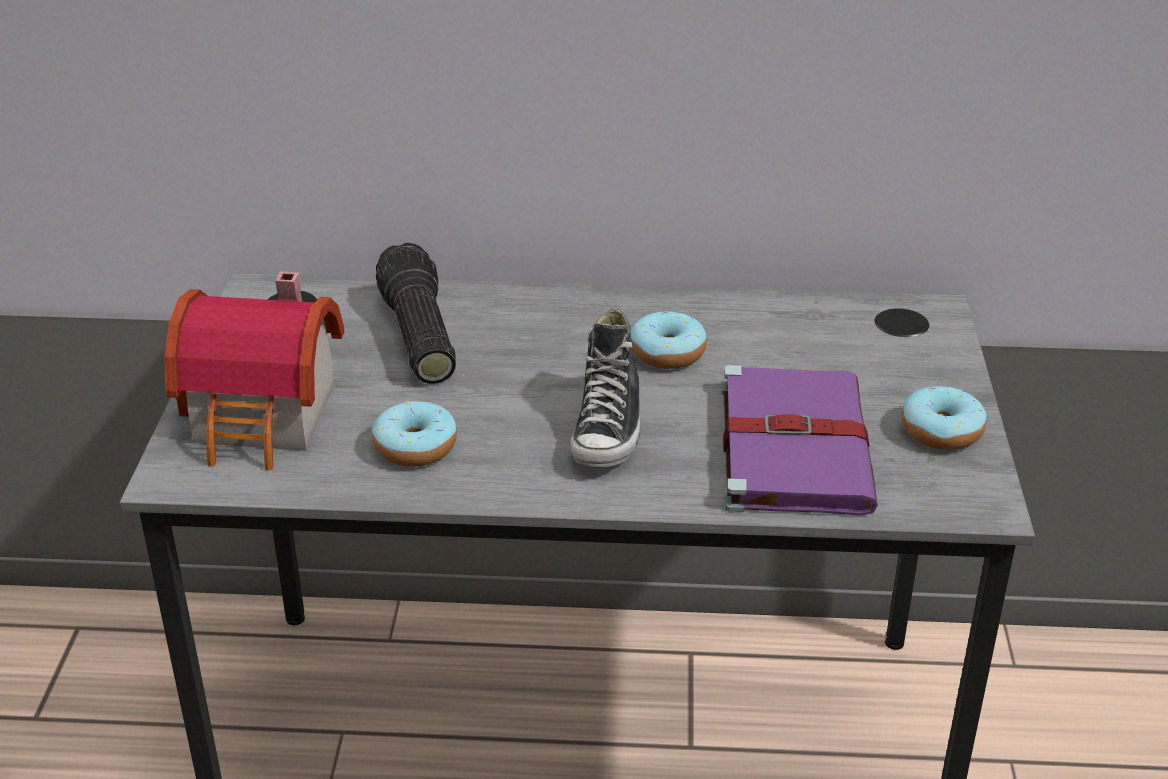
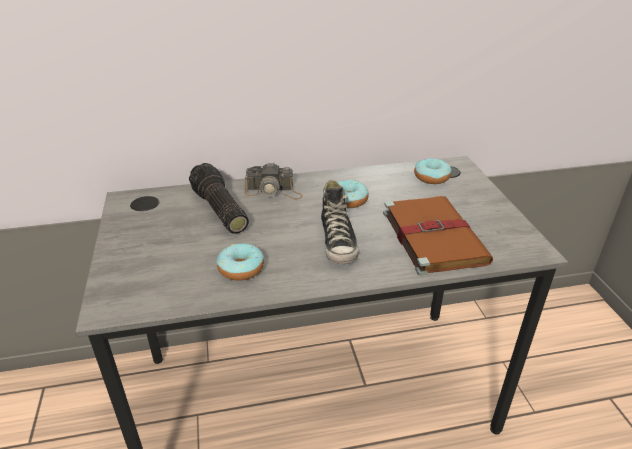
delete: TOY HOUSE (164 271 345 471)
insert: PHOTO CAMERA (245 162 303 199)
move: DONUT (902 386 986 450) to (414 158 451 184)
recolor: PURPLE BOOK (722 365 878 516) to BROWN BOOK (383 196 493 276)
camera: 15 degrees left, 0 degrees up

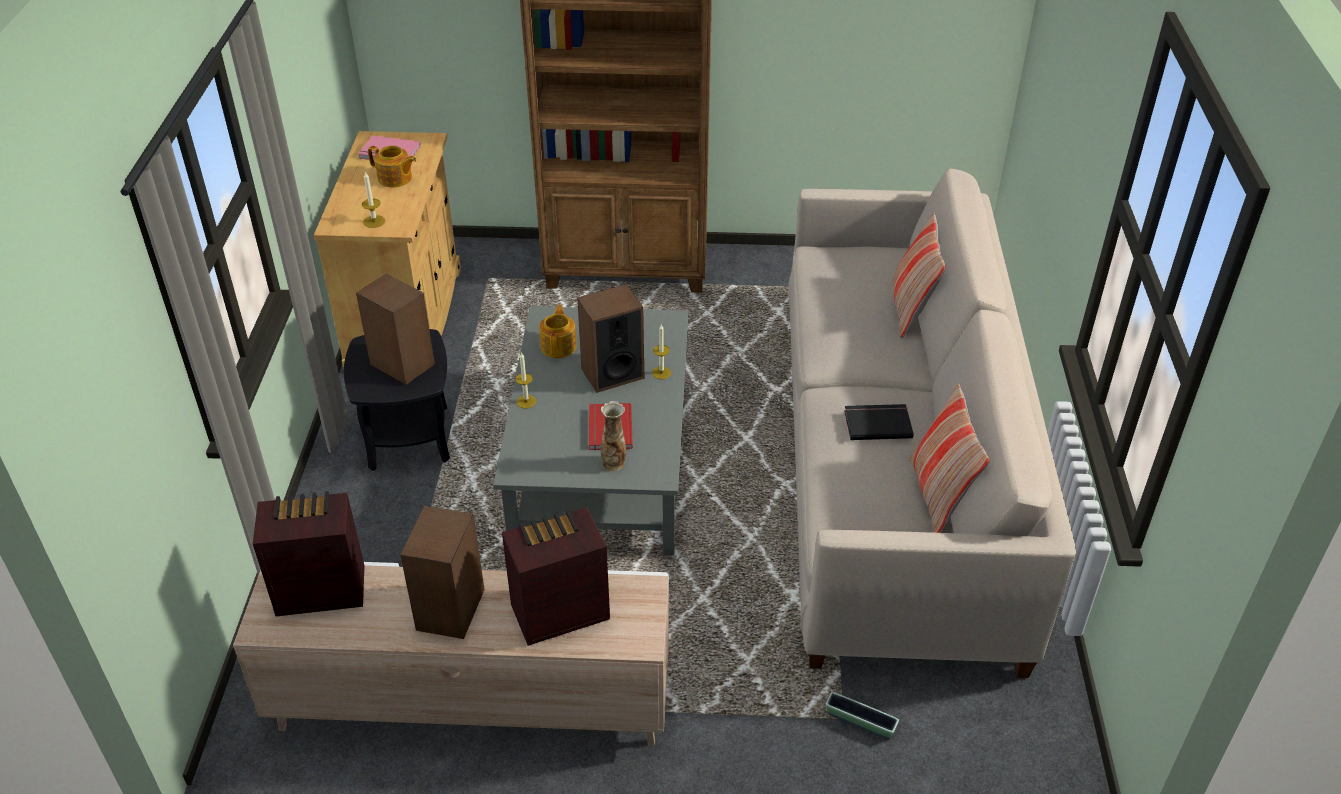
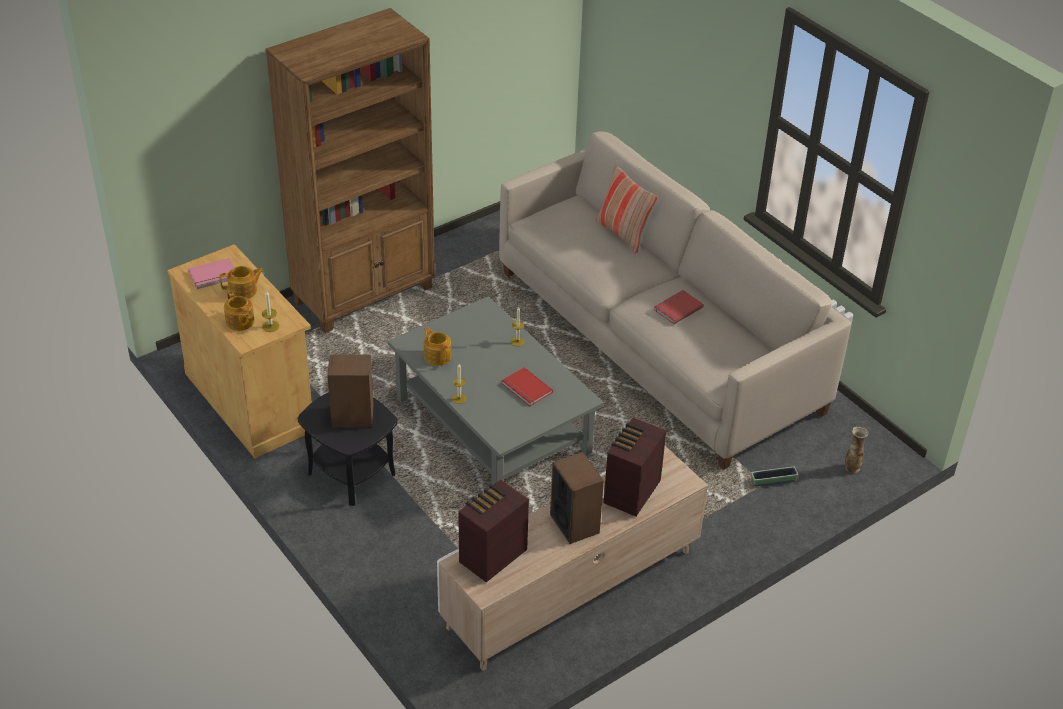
delete: SPEAKER (577 284 644 393); PILLOW (910 384 990 533)
insert: TEAPOT (224 291 255 331)
move: VASE (601 401 626 471) to (845 427 868 473)
recolor: BLACK BOOK (844 404 914 440) to RED BOOK (654 290 704 324)
camera: 40 degrees left, 0 degrees up

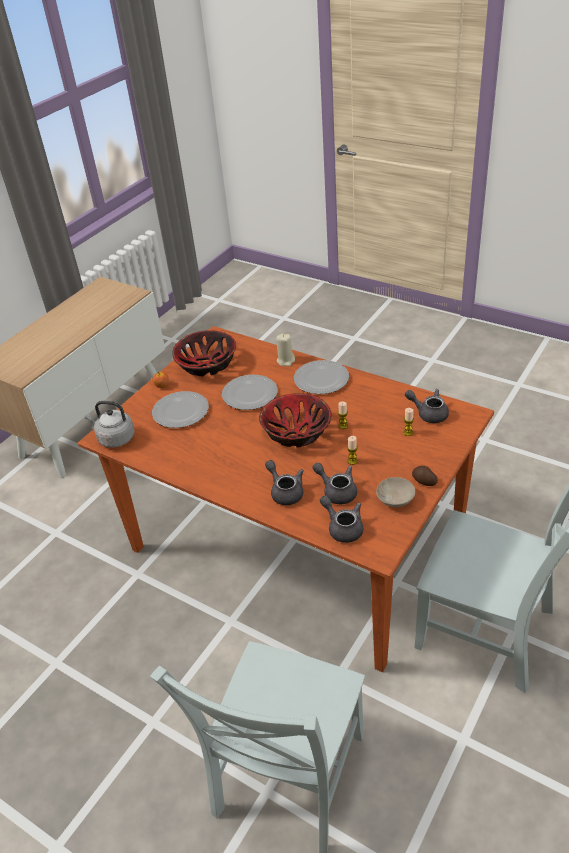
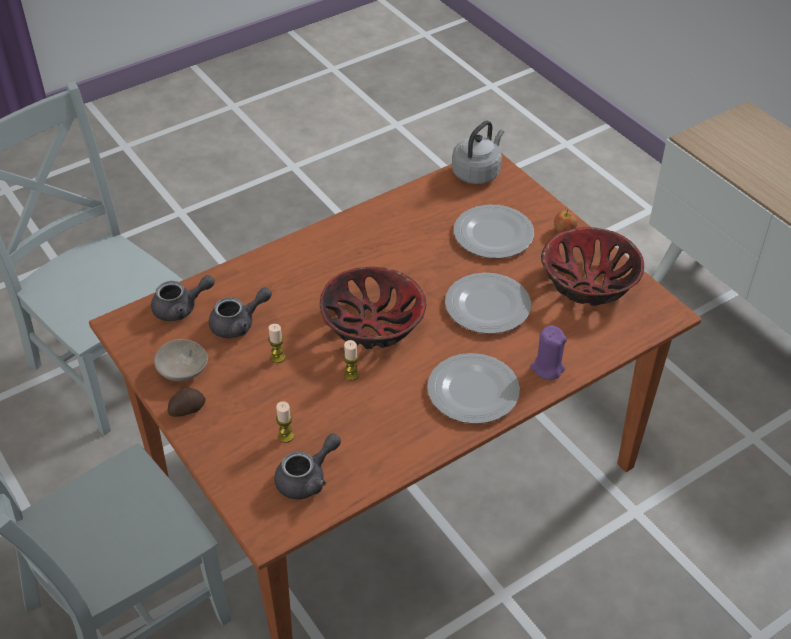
delete: GREY TEAPOT (265 460 304 505)
recolor: BEIGE CANDLE (276 334 295 366) to PURPLE CANDLE (530 325 567 380)
camera: 110 degrees right, 5 degrees up

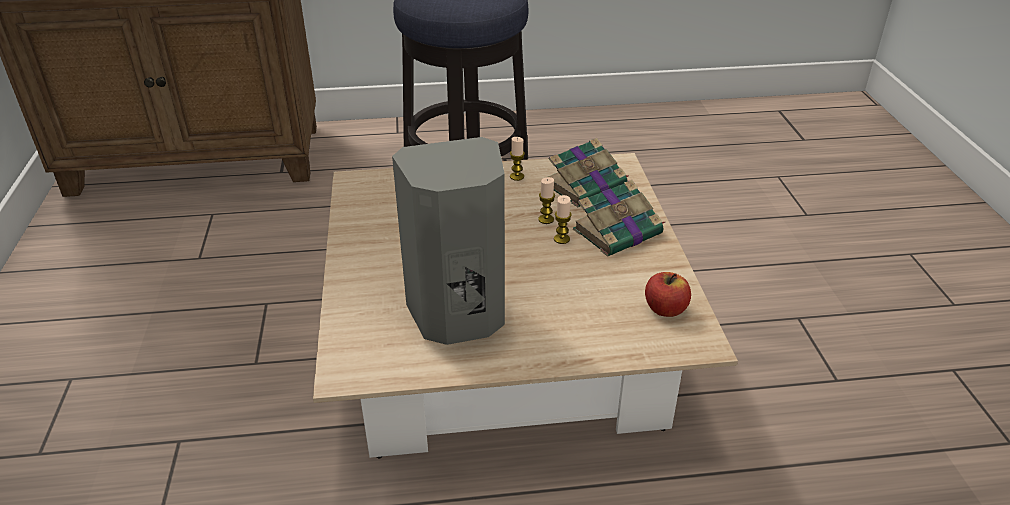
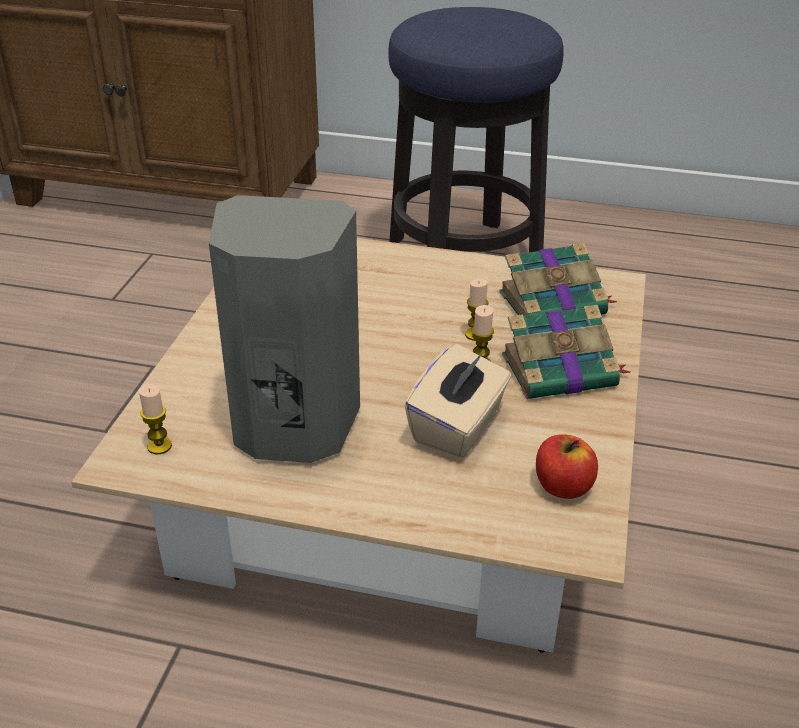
insert: BEIGE TISSUE BOX (405 344 511 458)
move: CANDLE (510 137 525 181) to (139 384 172 455)
camera: 20 degrees right, 0 degrees up

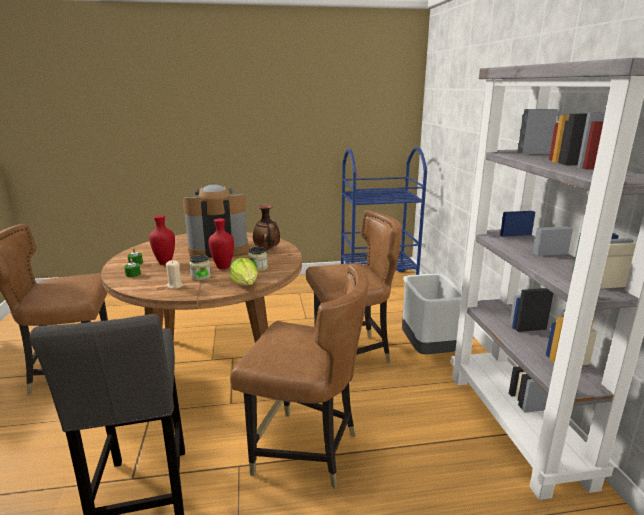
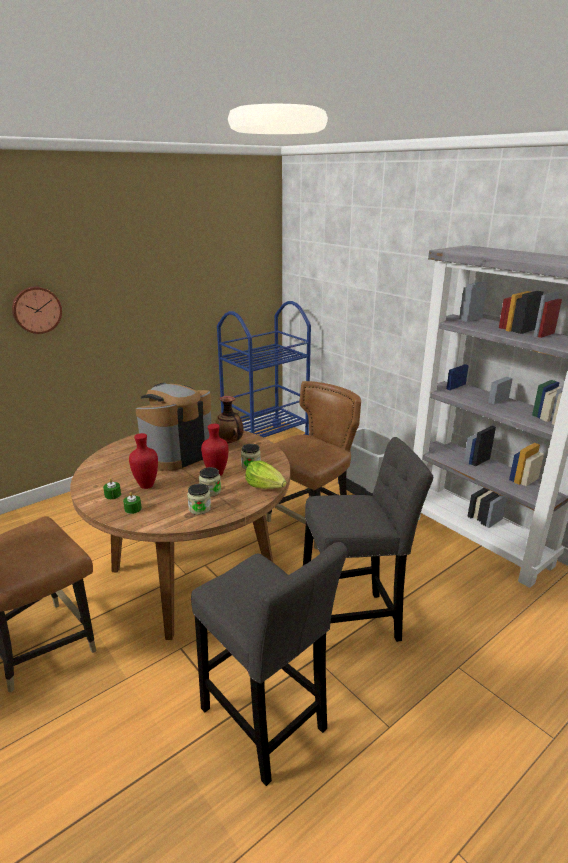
insert: WALL CLOCK (12 287 62 334)
replace: BEIGE CANDLE (166 260 184 289) to JAR (187 484 211 515); BROWN CHAIR (230 264 369 488) to GREY STOOL (303 437 433 642)
camera: 30 degrees left, 5 degrees up

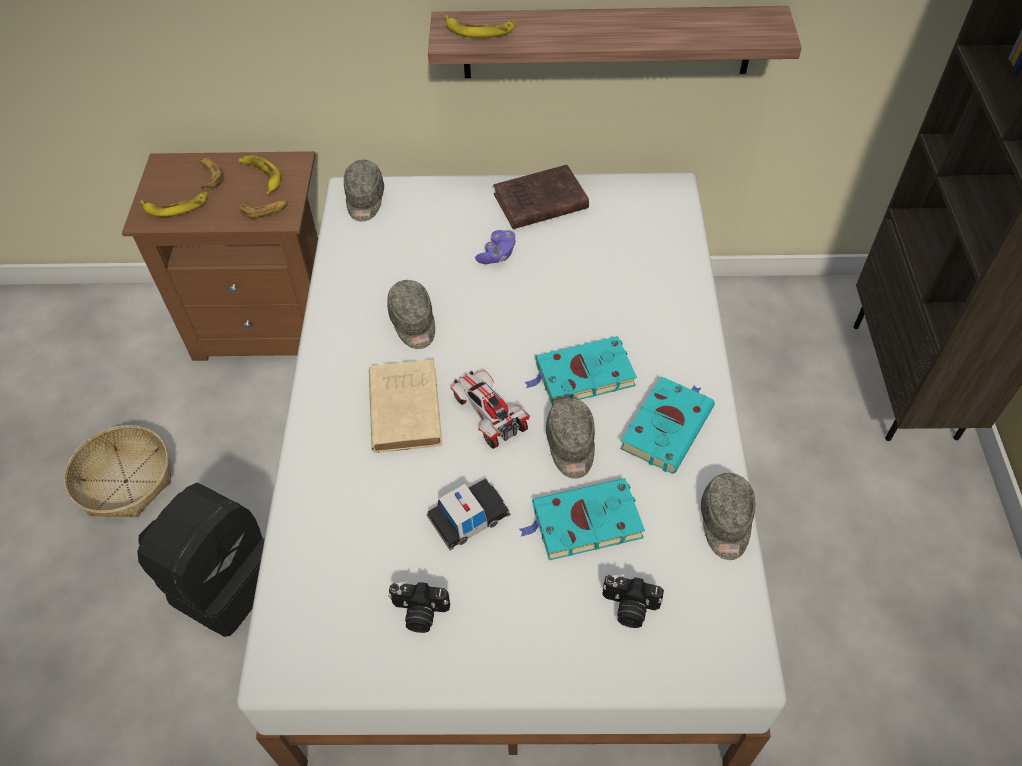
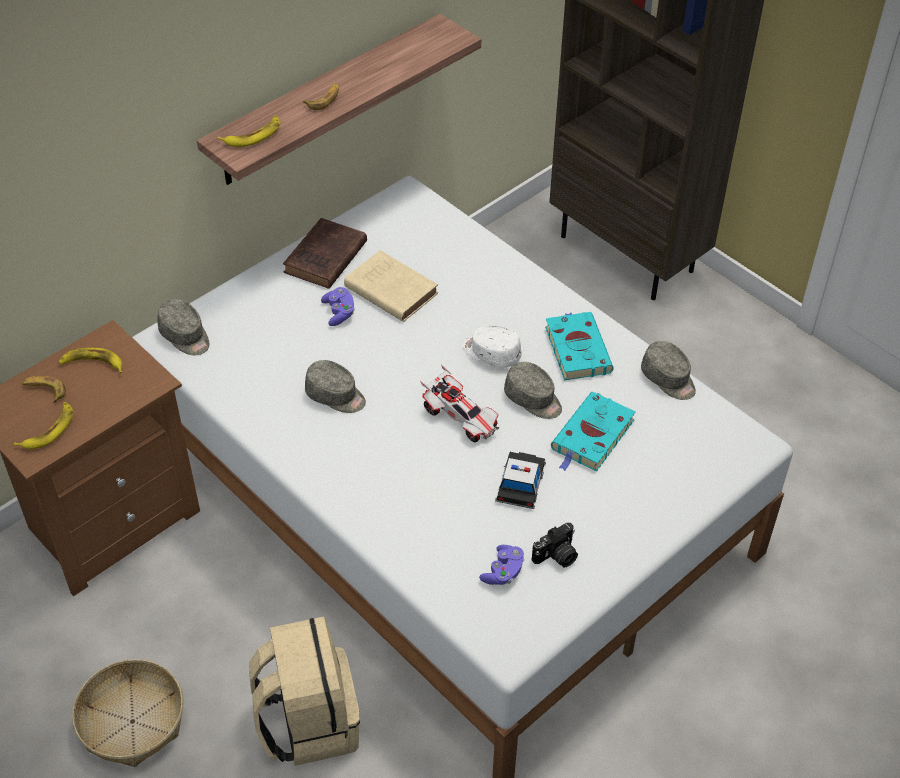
delete: PHOTO CAMERA (602 574 664 628)
insert: PURPLE GAME CONTROLLER (479 545 525 585)
move: BANANA (240 200 288 219) to (303 84 339 110); BEIGE BOOK (369 359 442 453) to (344 250 438 322)
replace: TURQUOISE BOOK (524 336 637 406) to WHITE CAP (462 325 522 368)
recolor: BLACK BACKPACK (137 483 265 637) to BEIGE BACKPACK (249 617 360 766)
rotate: TOY CAR (450 370 530 449) = (420 364 499 442) 150 degrees counterclockwise
camera: 45 degrees left, 5 degrees down

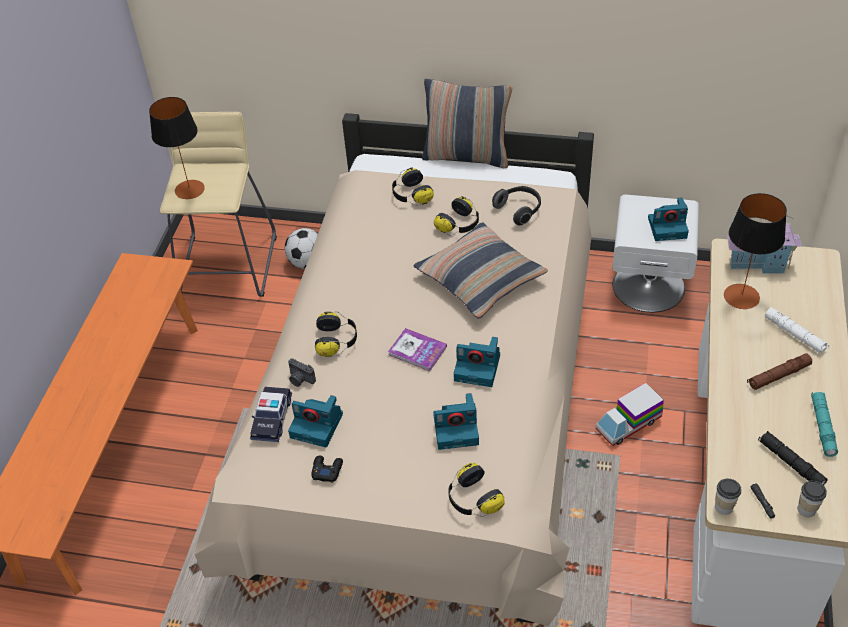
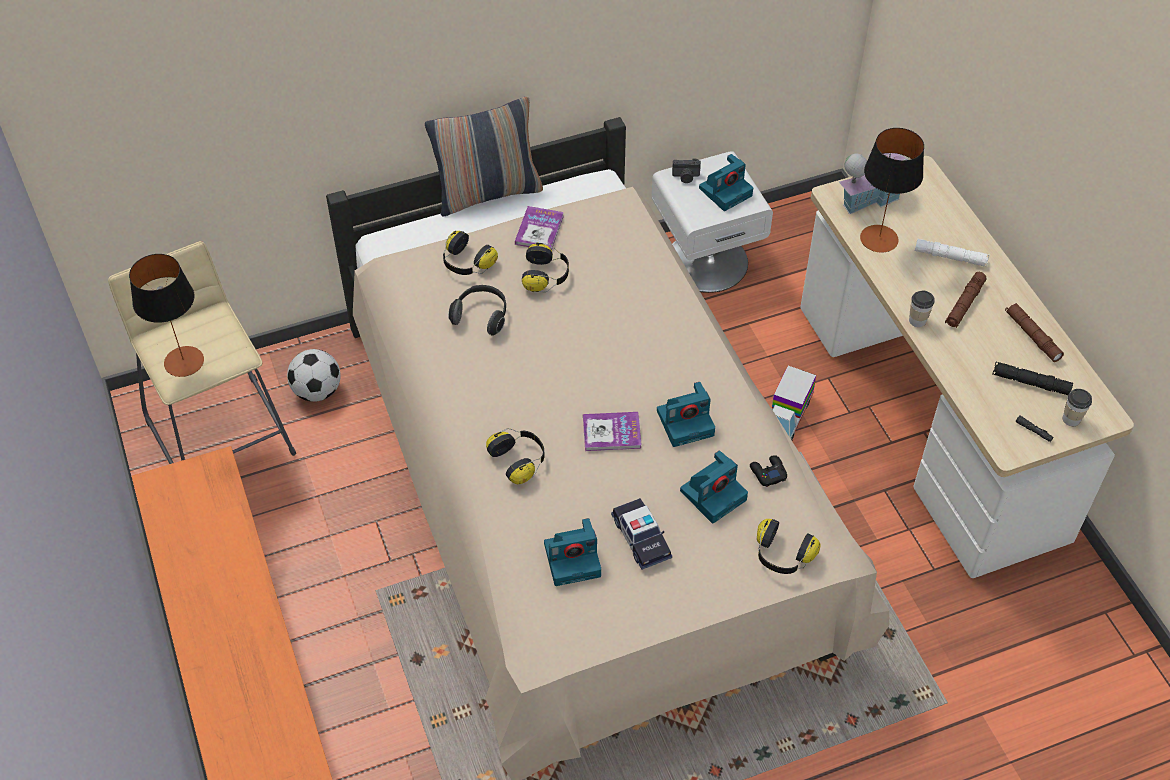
delete: PILLOW (413 222 548 318)
insert: BOOK (515 206 564 250)
move: TOY CAR (250 387 292 442) to (611 498 672 570); PHOTO CAMERA (288 358 316 387) to (672 158 701 183); BLACK GAME CONTROLLER (311 456 343 482) to (750 455 787 487); HEADPHONES (492 186 541 225) to (448 285 506 336); CUP (715 479 741 515) to (909 291 935 327)
recolor: TURQUOISE FLASHLIGHT (811 392 838 457) to BROWN FLASHLIGHT (1005 303 1064 362)
camera: 35 degrees left, 5 degrees up

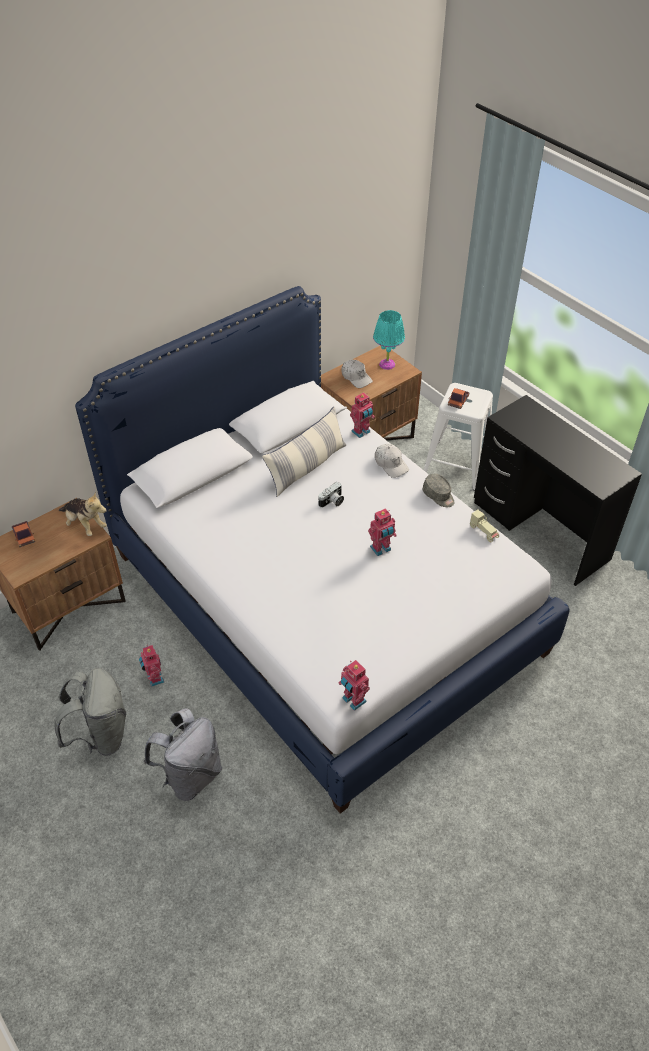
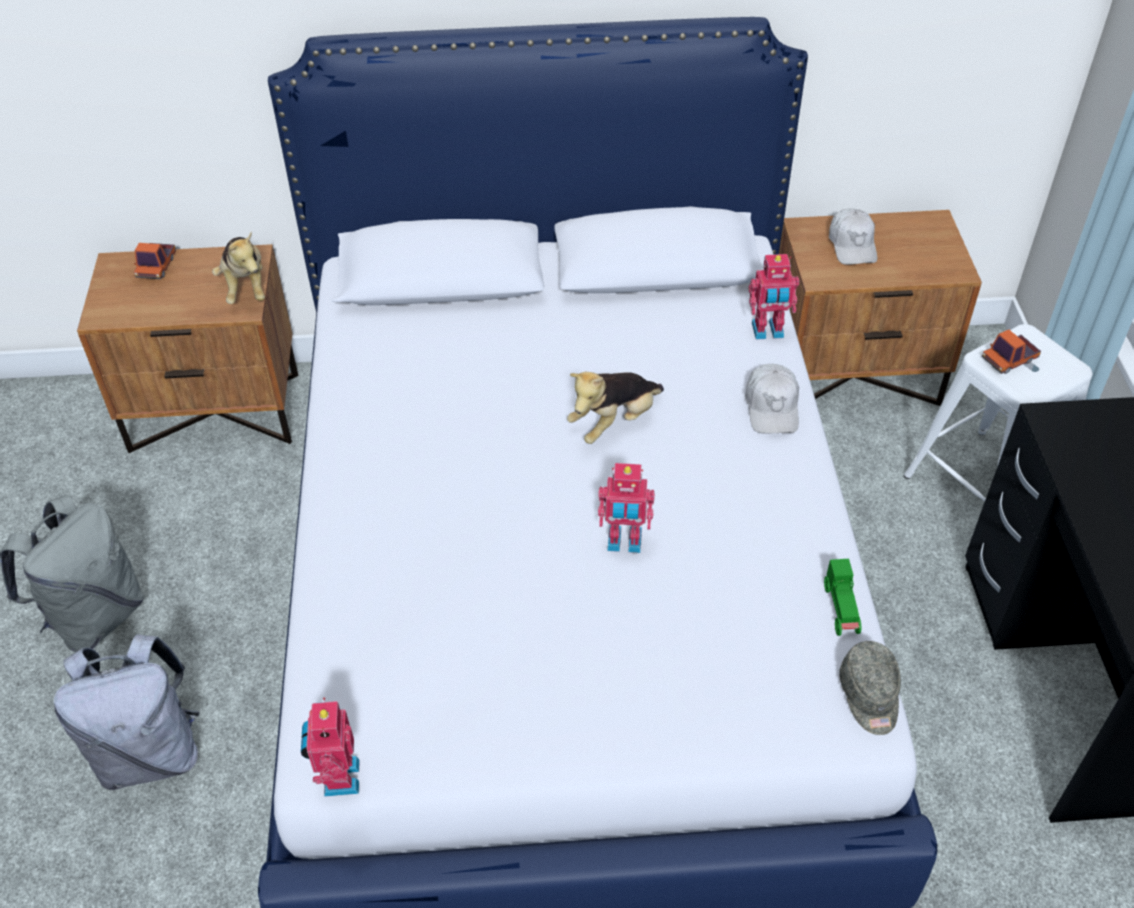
delete: TOY ROBOT (139 645 164 687); PILLOW (262 407 346 497); TURQUOISE TABLE LAMP (373 310 405 370)
move: GREY CAP (423 474 454 507) to (839 641 901 735)
replace: PHOTO CAMERA (319 482 344 508) to PLUSH TOY (567 372 664 444)
recolor: BEIGE TOY CAR (470 510 499 542) to GREEN TOY CAR (824 559 861 636)
camera: 35 degrees right, 0 degrees up

